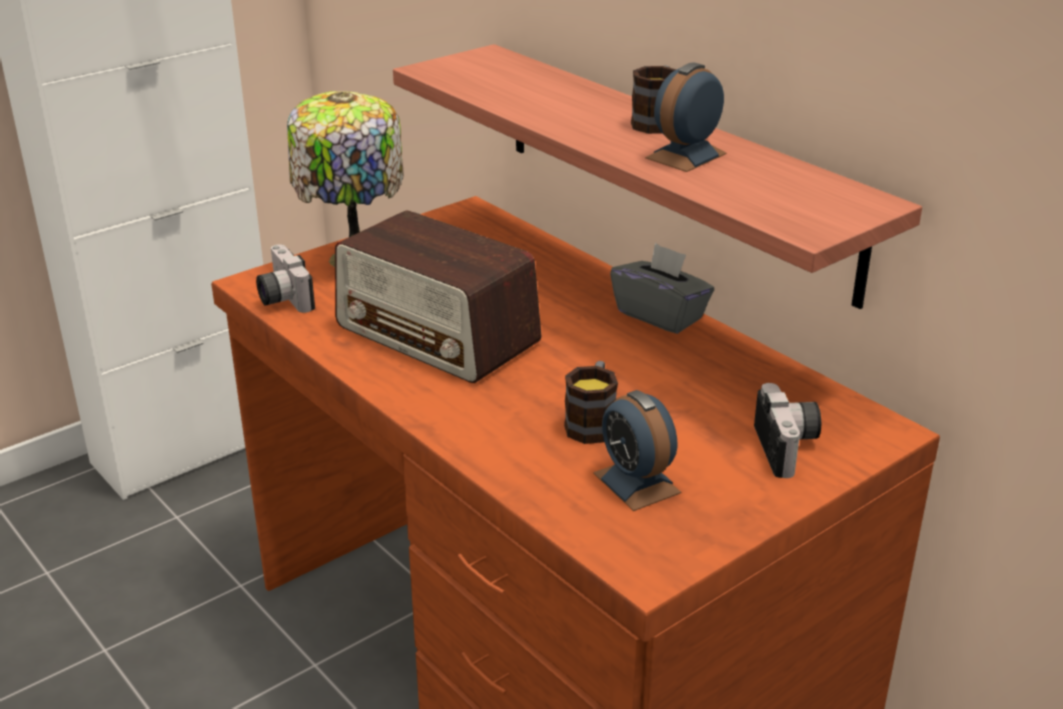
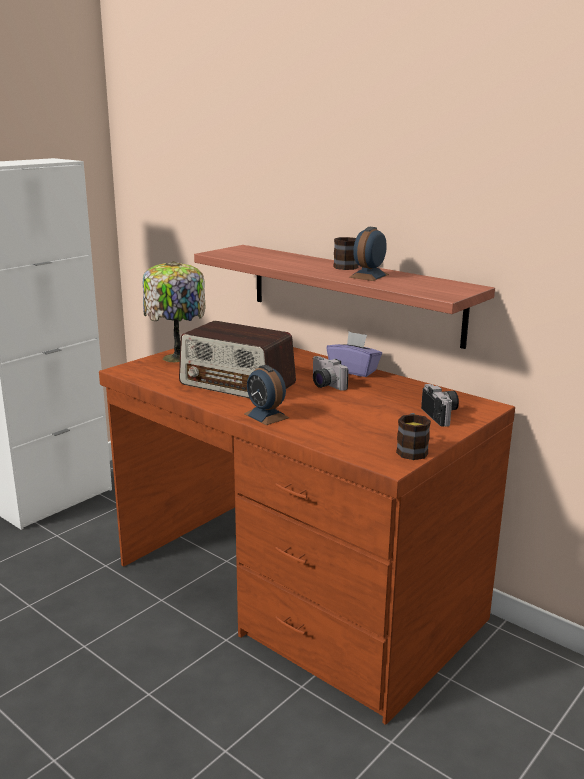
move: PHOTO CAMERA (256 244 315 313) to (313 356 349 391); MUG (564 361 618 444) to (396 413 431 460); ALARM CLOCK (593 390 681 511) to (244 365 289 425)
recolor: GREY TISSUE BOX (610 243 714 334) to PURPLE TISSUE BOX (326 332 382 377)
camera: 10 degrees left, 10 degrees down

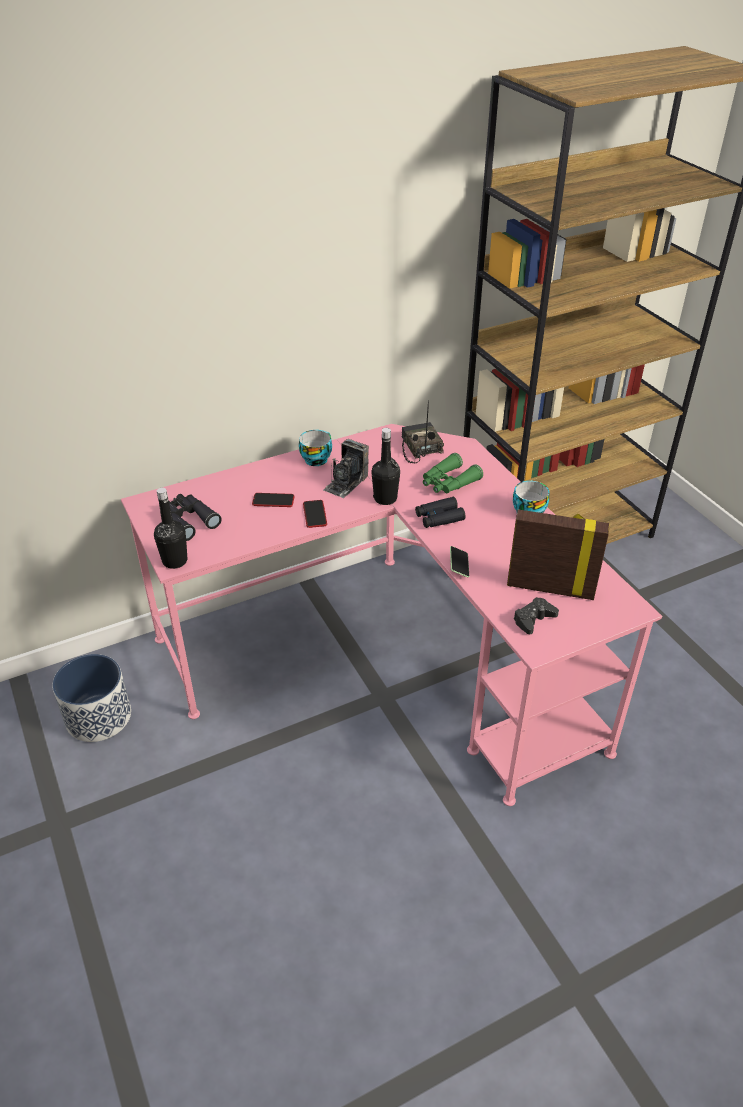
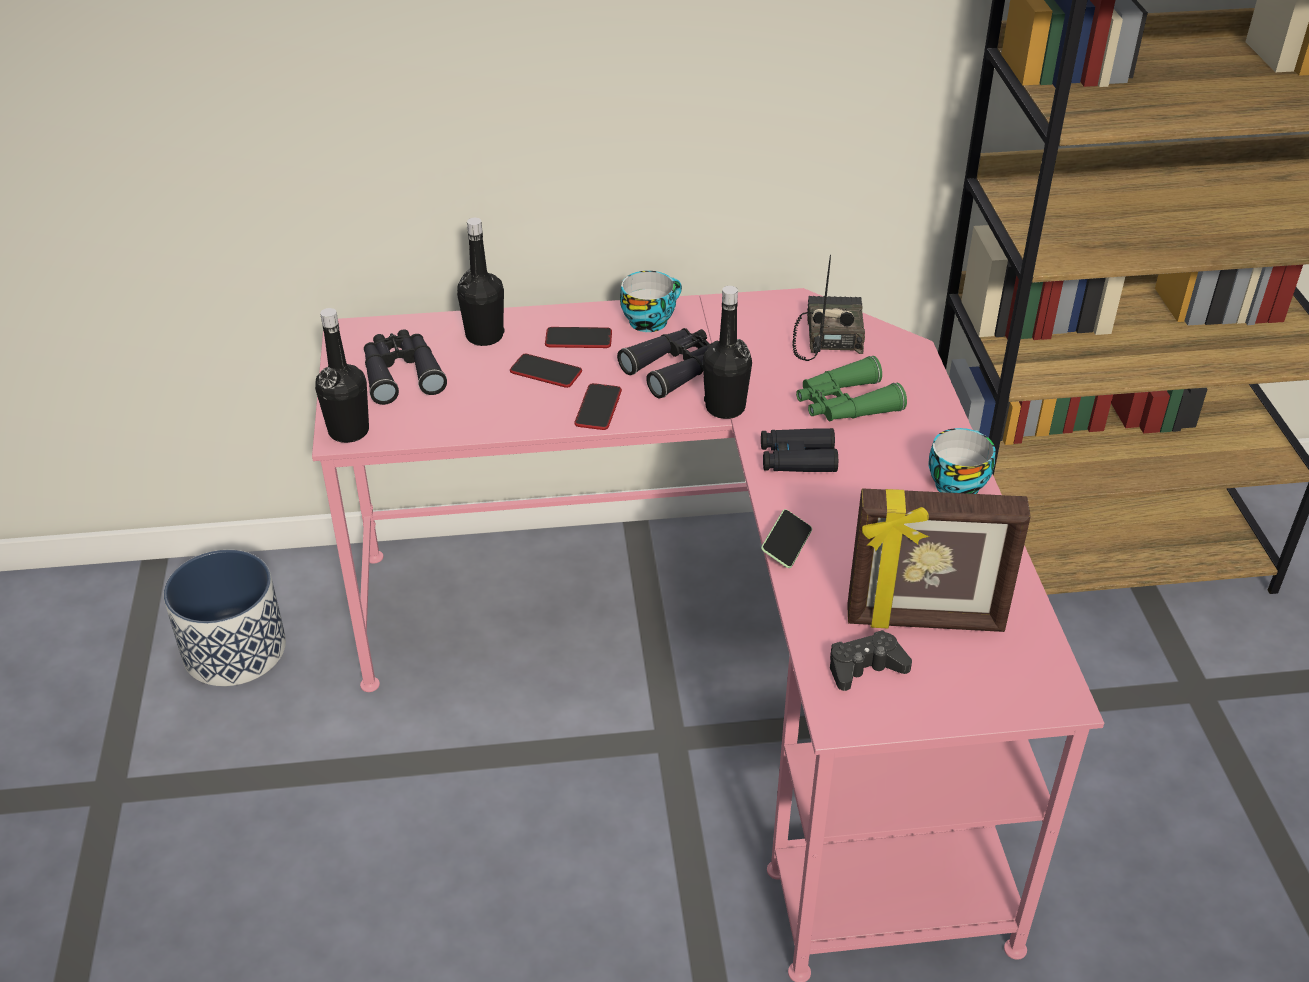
insert: BLACK BOTTLE (457 218 504 346); PHONE (545 327 612 348)
replace: PHOTO CAMERA (323 439 369 498) to BLACK BINOCULARS (617 328 719 398)
rotate: PICTURE FRAME (507 509 610 600) = (847 488 1031 632) 150 degrees clockwise
camera: 20 degrees right, 0 degrees up

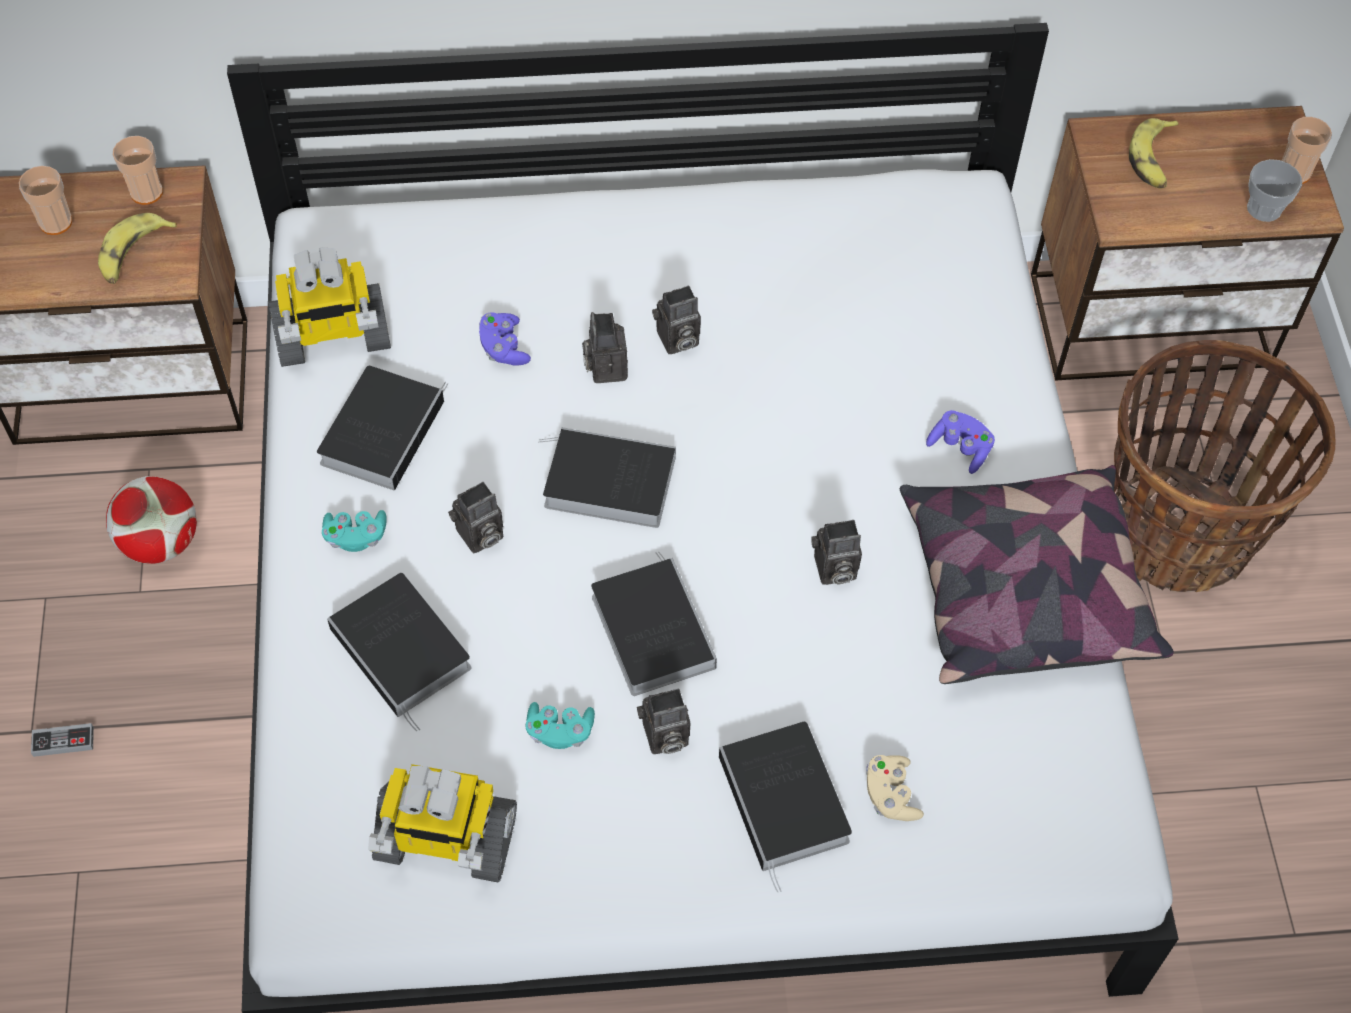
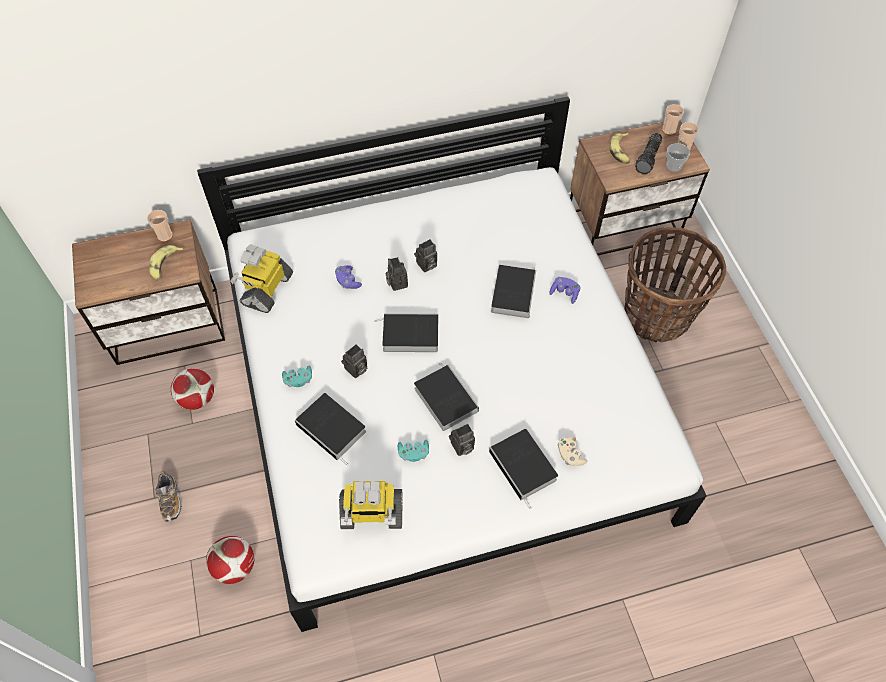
delete: PHOTO CAMERA (811 520 862 585); PILLOW (900 465 1174 684)
insert: FOOTBALL (206 536 255 584); FLASHLIGHT (635 133 662 175)
move: CUP (19 166 72 235) to (662 104 684 135); BOOK (317 366 449 491) to (491 265 536 318)
replace: GAME CONTROLLER (31 723 94 757) to SHOE (156 471 182 522)
rotate: TOY ROBOT (268 247 391 367) = (230 244 293 313) 135 degrees clockwise
camera: 10 degrees left, 0 degrees up

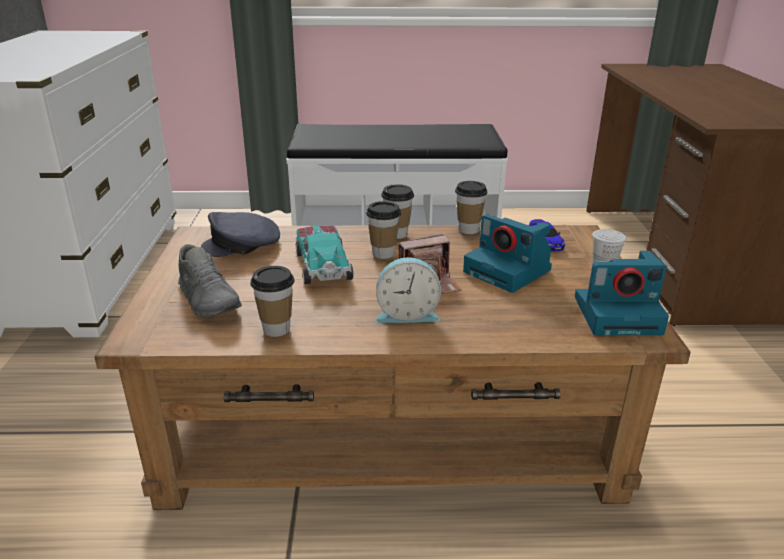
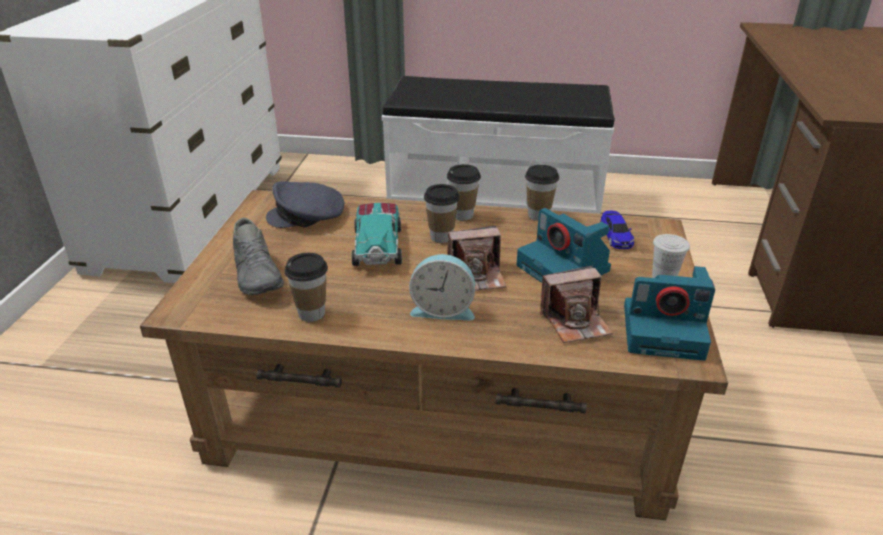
insert: PHOTO CAMERA (540 266 613 343)
camera: 10 degrees right, 5 degrees up

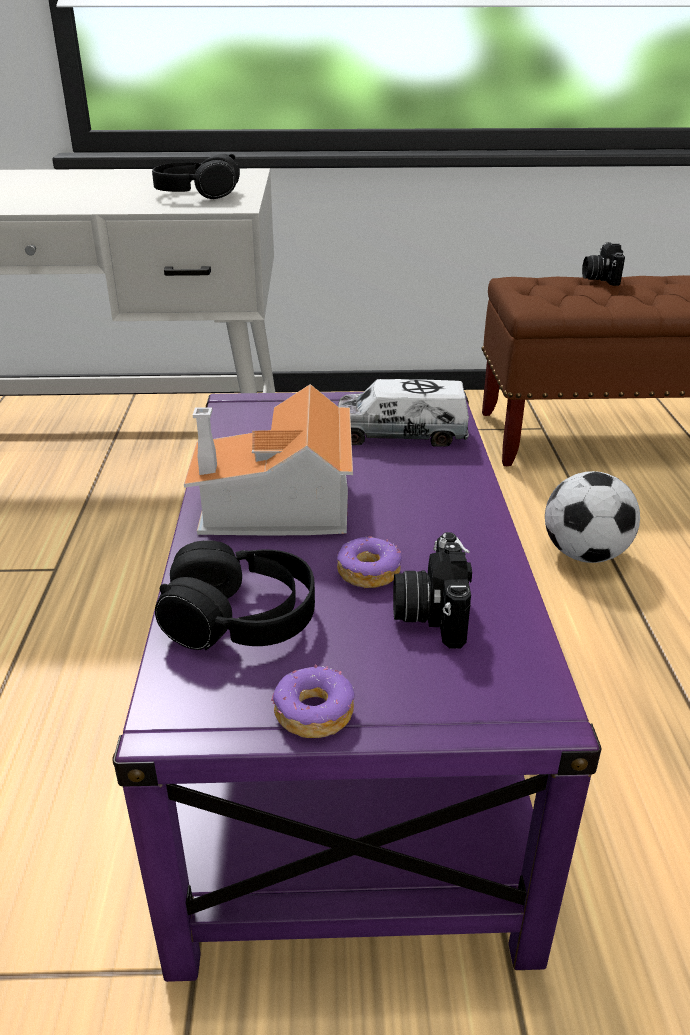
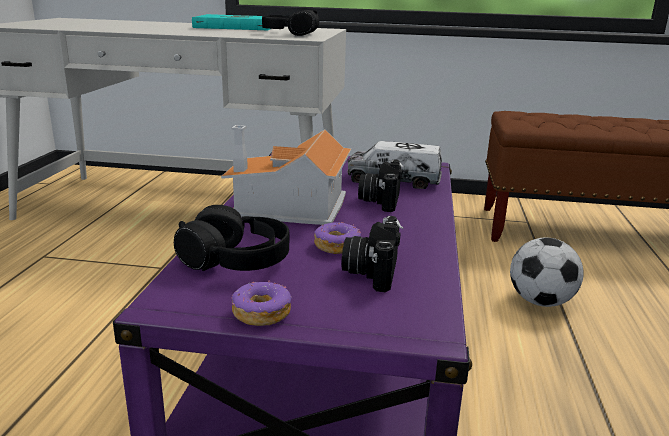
insert: TURQUOISE BOOK (192 14 270 31)
move: PHOTO CAMERA (582 242 625 286) to (358 160 404 212)
camera: 10 degrees right, 10 degrees down

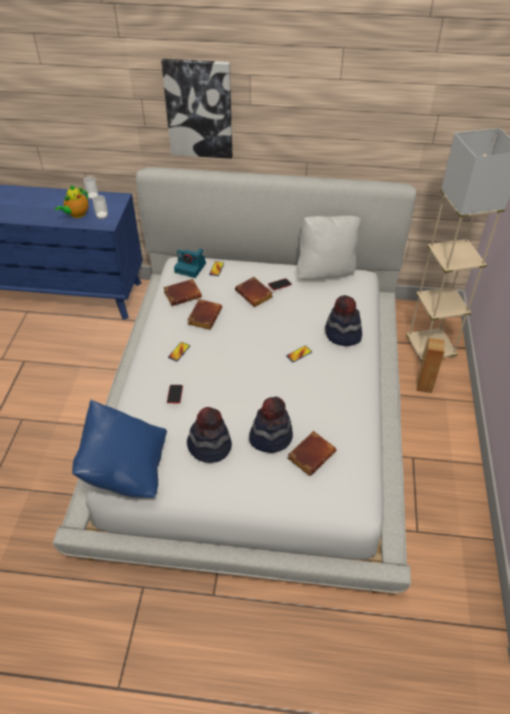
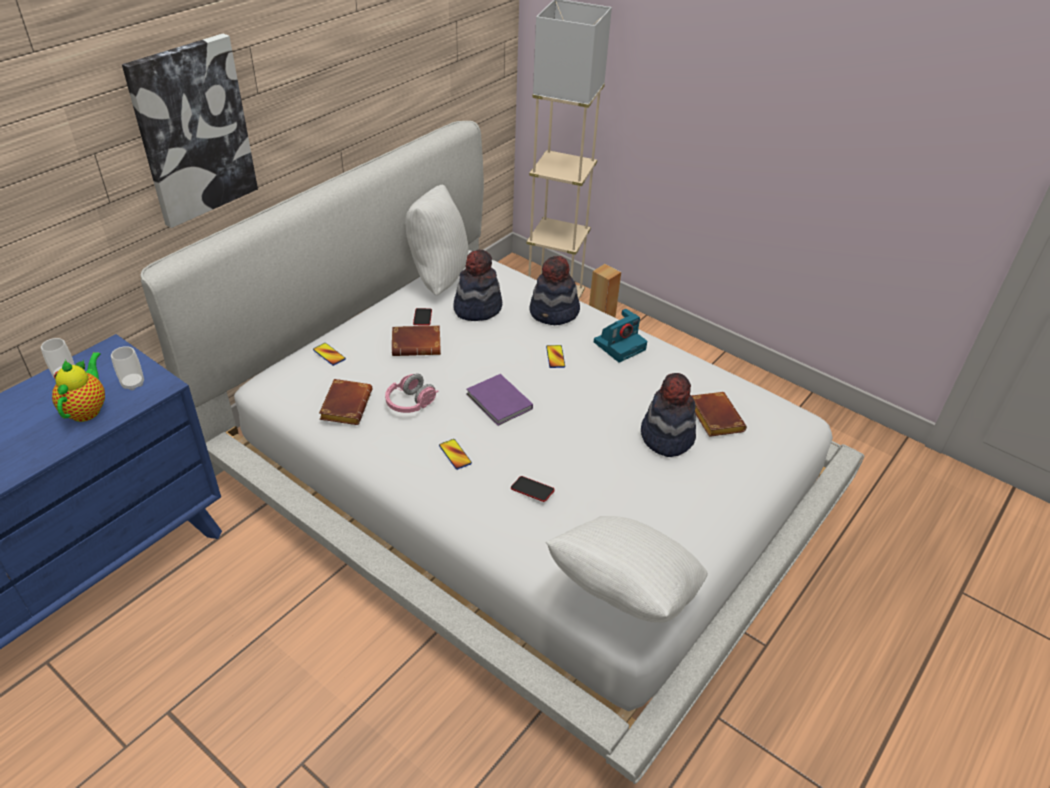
insert: PURPLE BOOK (466 374 533 426)
move: PHOTO CAMERA (174 249 206 278) to (594 309 647 363); HAT (187 407 232 463) to (453 249 502 321)
replace: BROWN BOOK (188 299 222 330) to PINK HEADPHONES (385 374 438 413)
recolor: BLUE PILLOW (72 400 167 498) to WHITE PILLOW (546 516 708 623)
rotate: TEAPOT (55 185 89 218) = (52 352 105 422) 150 degrees counterclockwise
camera: 60 degrees left, 5 degrees down

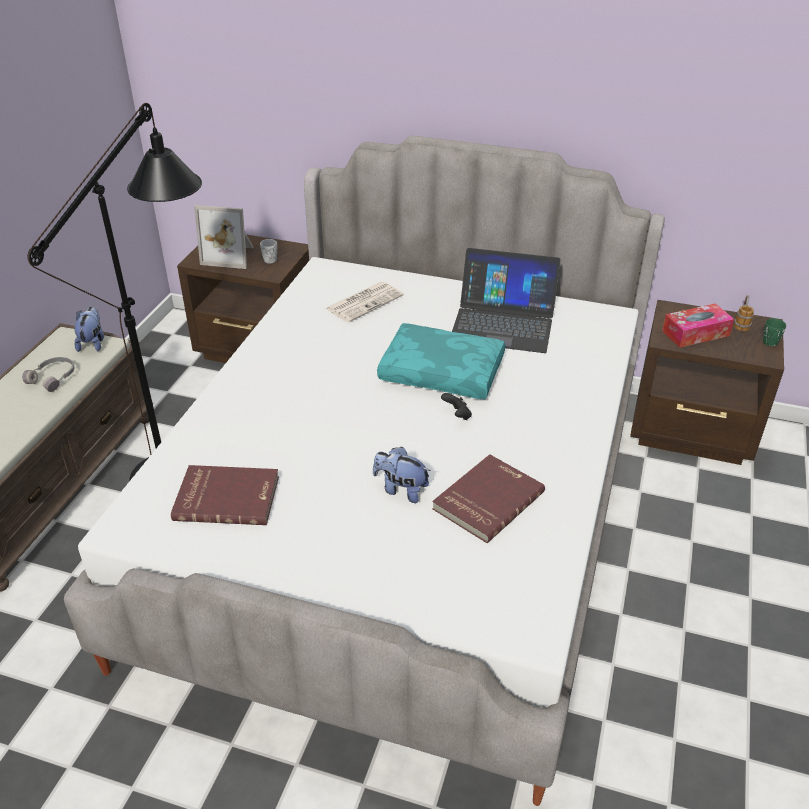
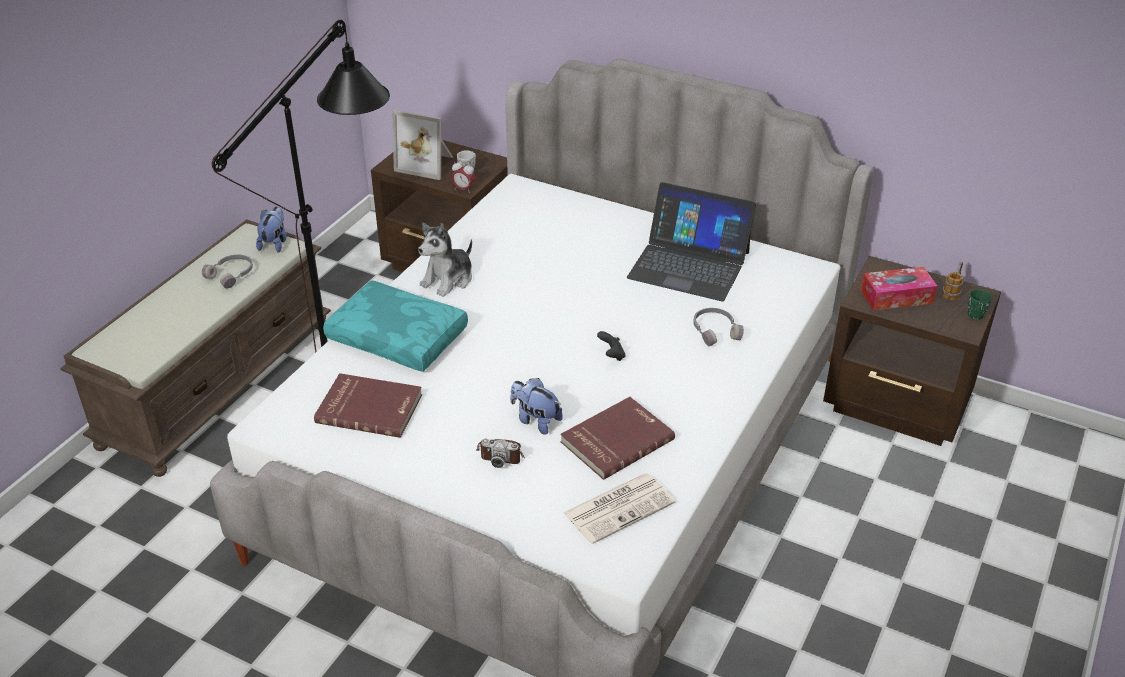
insert: PLUSH TOY (418 223 472 297); ALARM CLOCK (451 161 475 193); PHOTO CAMERA (476 439 525 468); GREY HEADPHONES (693 308 744 346)
move: NEWSPAPER (325 282 404 323) to (563 473 675 544); TURQUOISE PILLOW (377 323 505 399) to (323 280 468 372)
camera: 10 degrees right, 0 degrees up

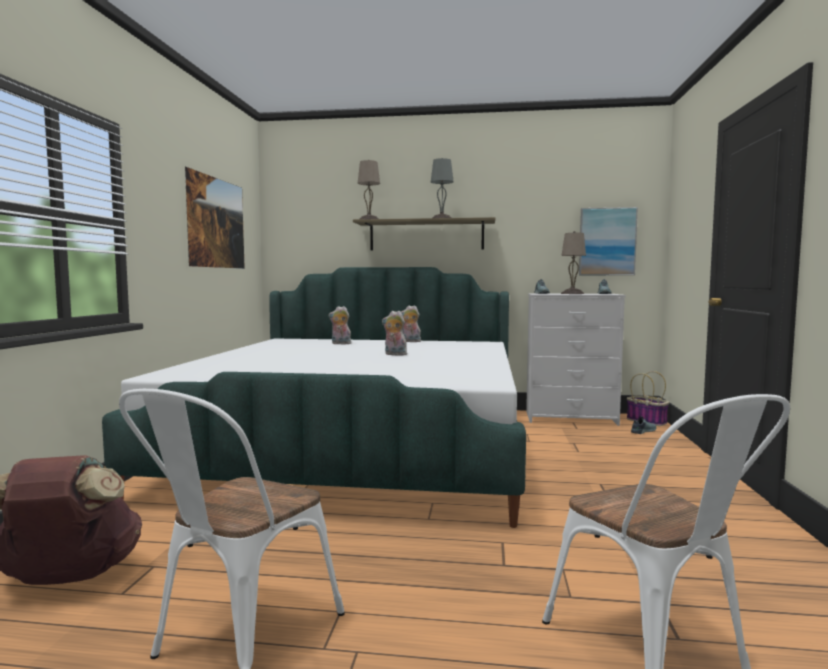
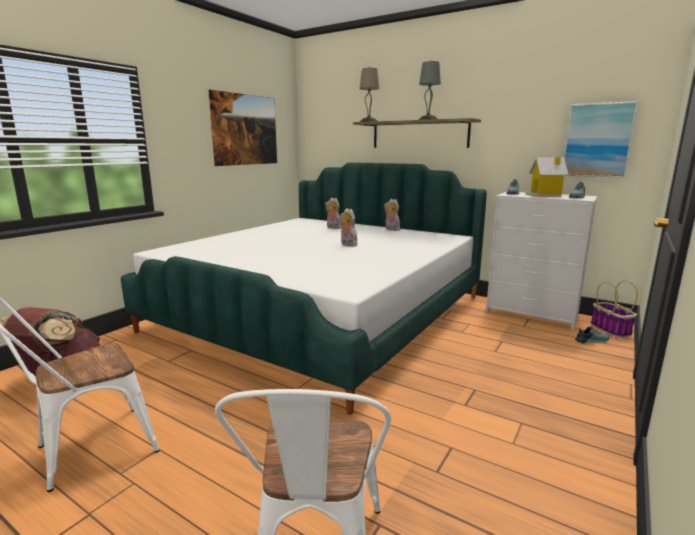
replace: BEIGE TABLE LAMP (561 231 586 294) to TOY HOUSE (526 157 569 197)
camera: 25 degrees right, 10 degrees up

